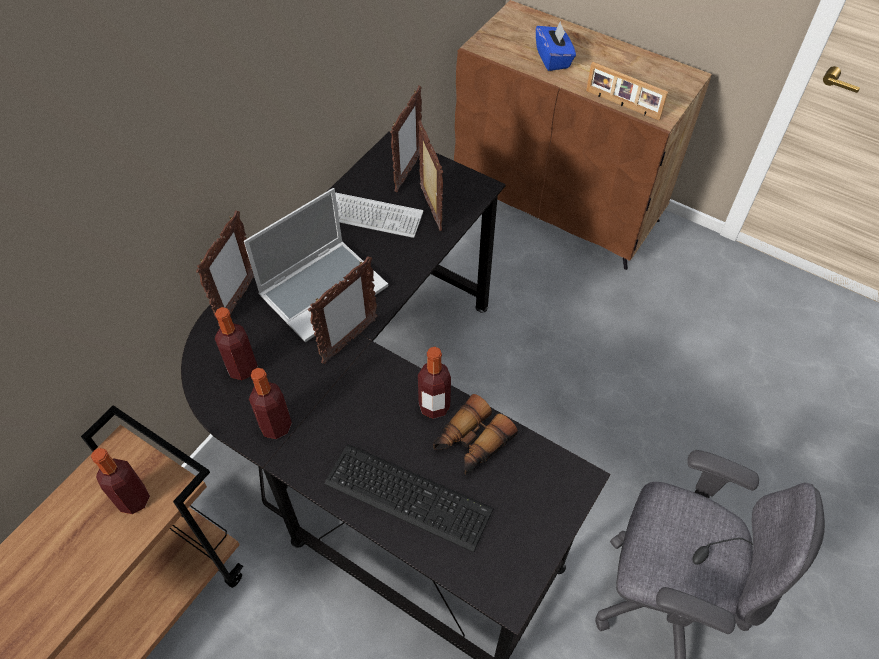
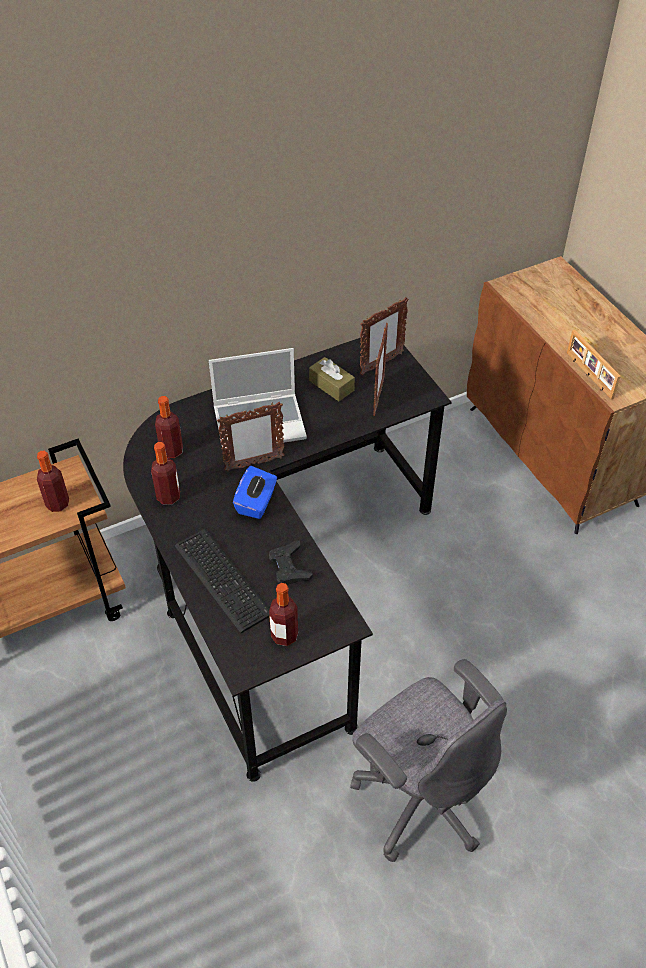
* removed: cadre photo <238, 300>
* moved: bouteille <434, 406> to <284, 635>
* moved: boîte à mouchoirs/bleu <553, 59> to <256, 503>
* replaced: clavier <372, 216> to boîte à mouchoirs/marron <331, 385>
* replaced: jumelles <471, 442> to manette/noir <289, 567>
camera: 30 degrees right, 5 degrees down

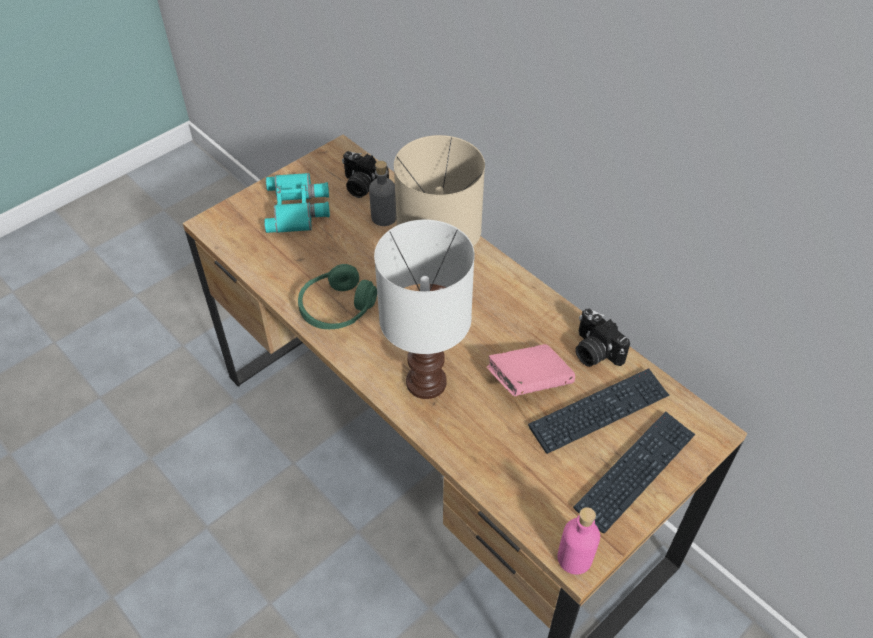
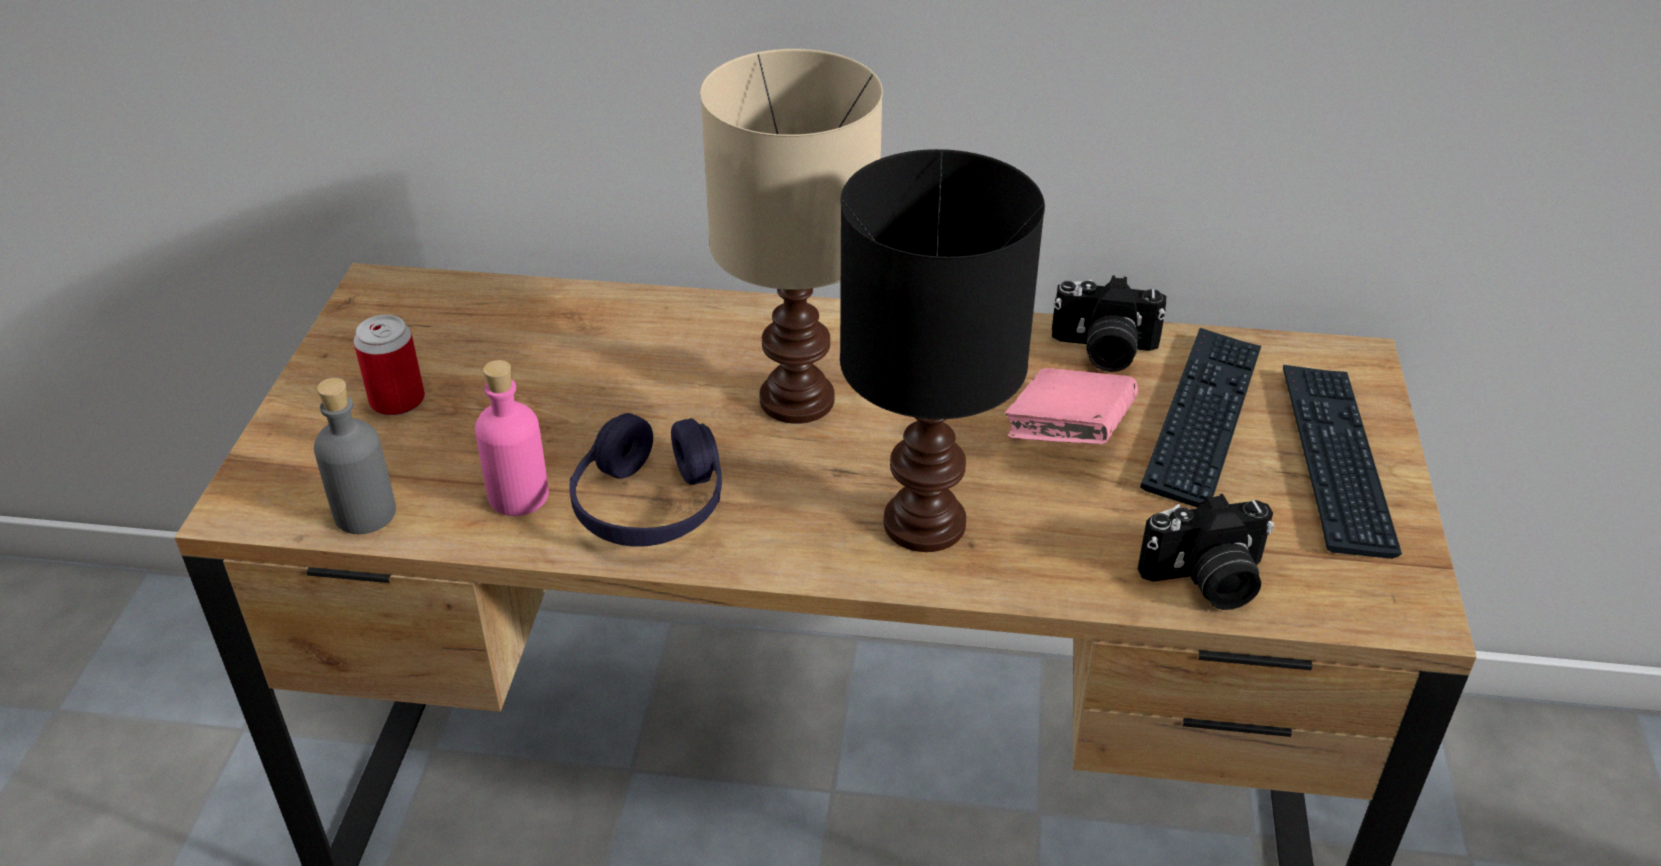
* moved: appareil photo <362, 187> to <1207, 581>
* moved: bouteille/gris <384, 217> to <365, 513>
* moved: bouteille/rose <574, 558> to <519, 495>
* replaced: jumelles/turquoise <298, 208> to boîte métallique <397, 400>
* recoloured: casque audio/vert <337, 308> to casque audio/violet <650, 505>
* recoloured: lampe de table/blanc <427, 383> to lampe de table/noir <927, 524>
camera: 40 degrees left, 10 degrees down

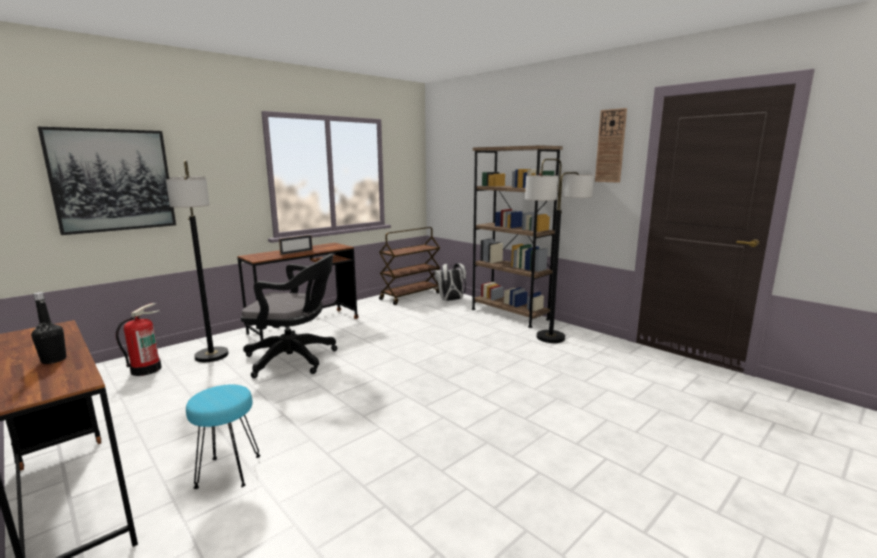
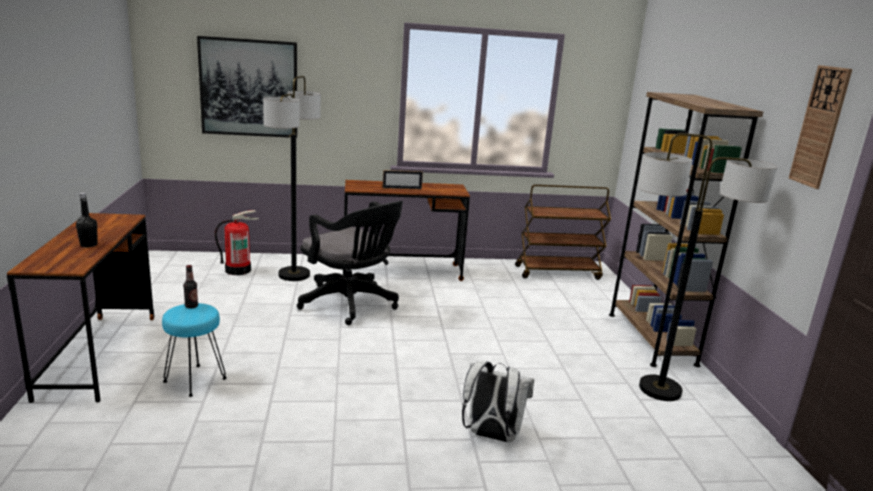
* added: bouteille <191, 306>
* moved: sac à dos/blanc <451, 300> to <491, 436>
camera: 35 degrees right, 5 degrees up

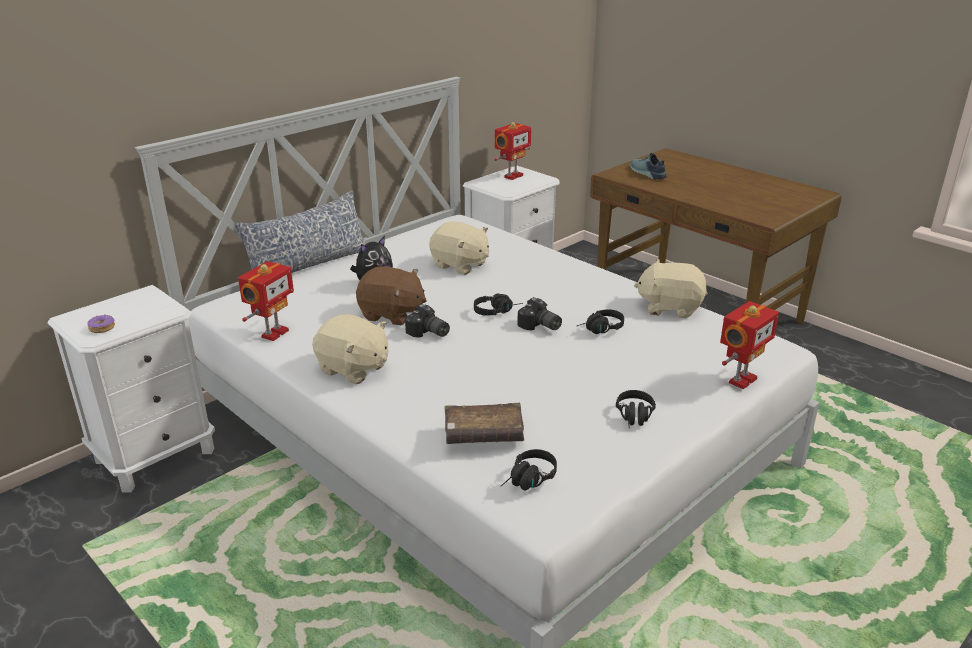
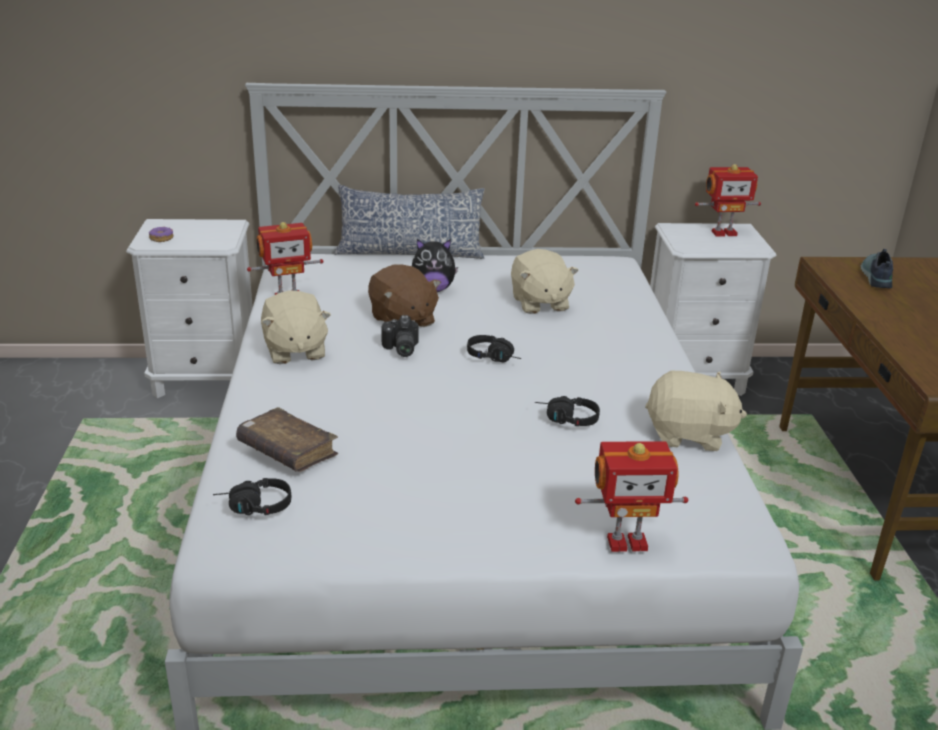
* removed: appareil photo <539, 326>
* removed: casque audio/noir <635, 419>
* turned: peluche/beige <670, 307> = <689, 435> 135 degrees clockwise
camera: 40 degrees right, 0 degrees up

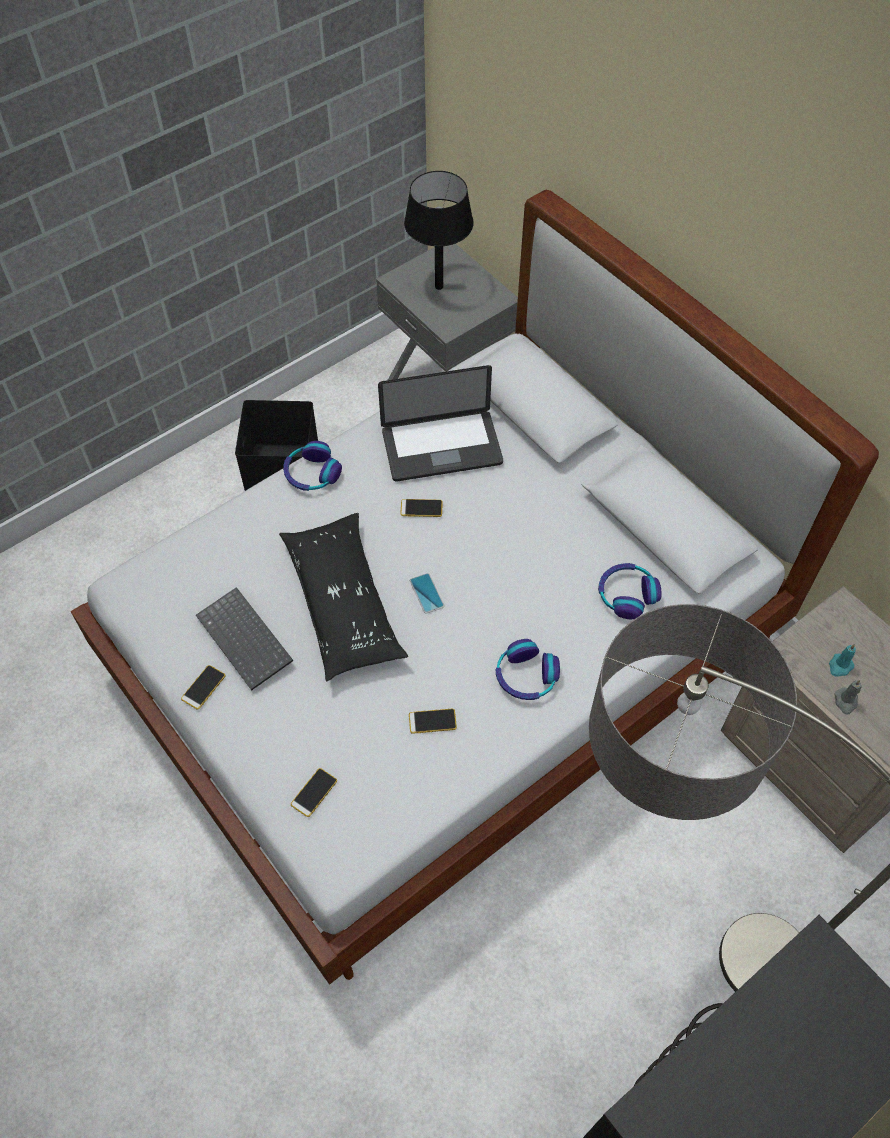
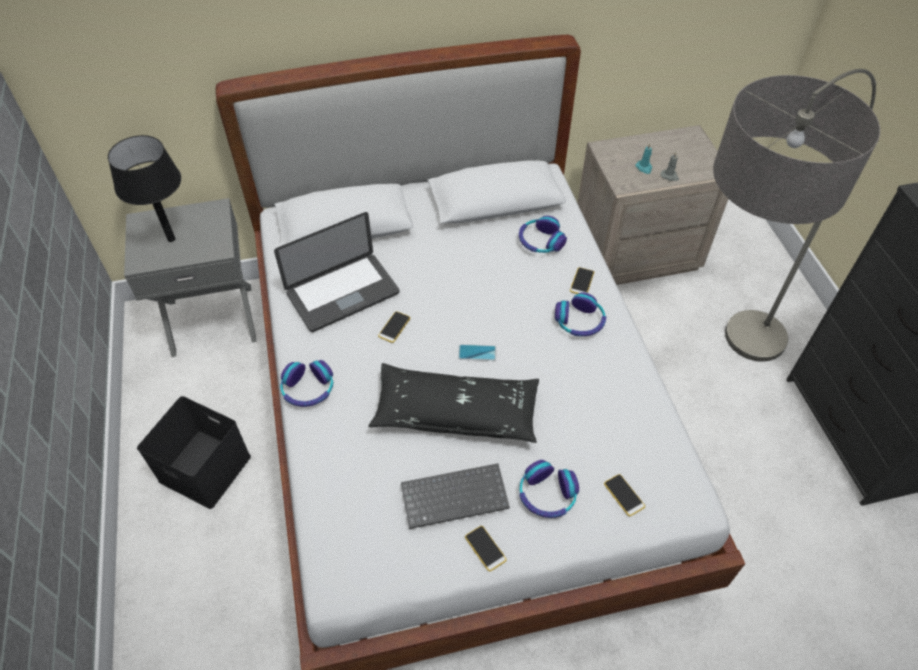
* added: casque audio <547, 495>
* moved: téléphone <432, 721> to <582, 282>
* turned: ordinateur portable <441, 447> = <343, 293> 45 degrees clockwise
camera: 65 degrees left, 5 degrees down

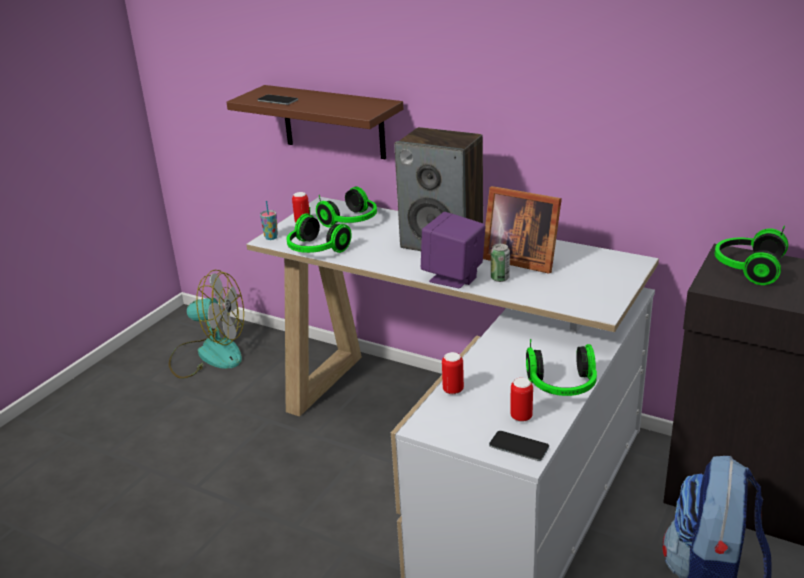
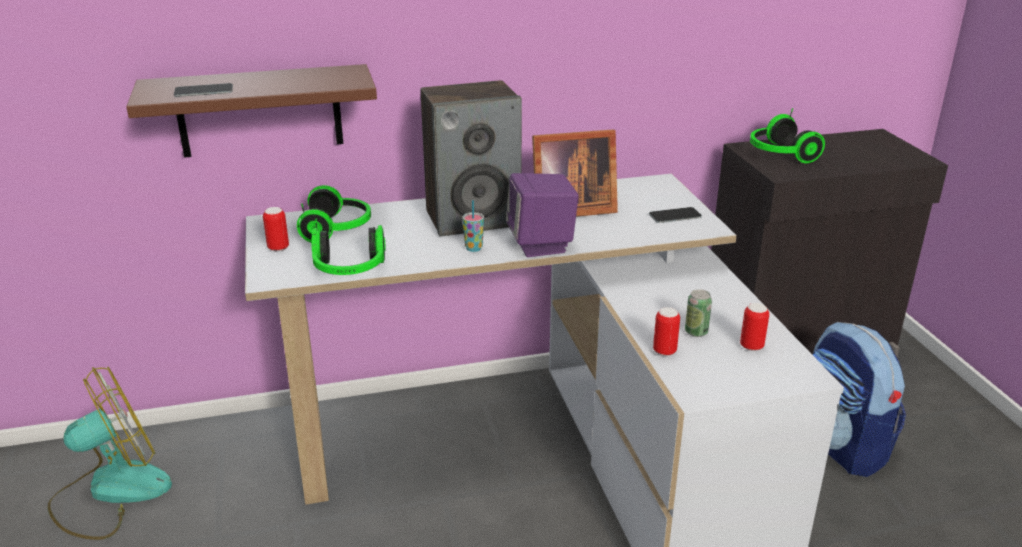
* removed: casque audio <562, 387>
* moved: tasse <271, 237> to <473, 248>
* moved: téléphone <519, 446> to <675, 216>
* moved: boîte métallique <500, 278> to <696, 332>
camera: 45 degrees left, 0 degrees up

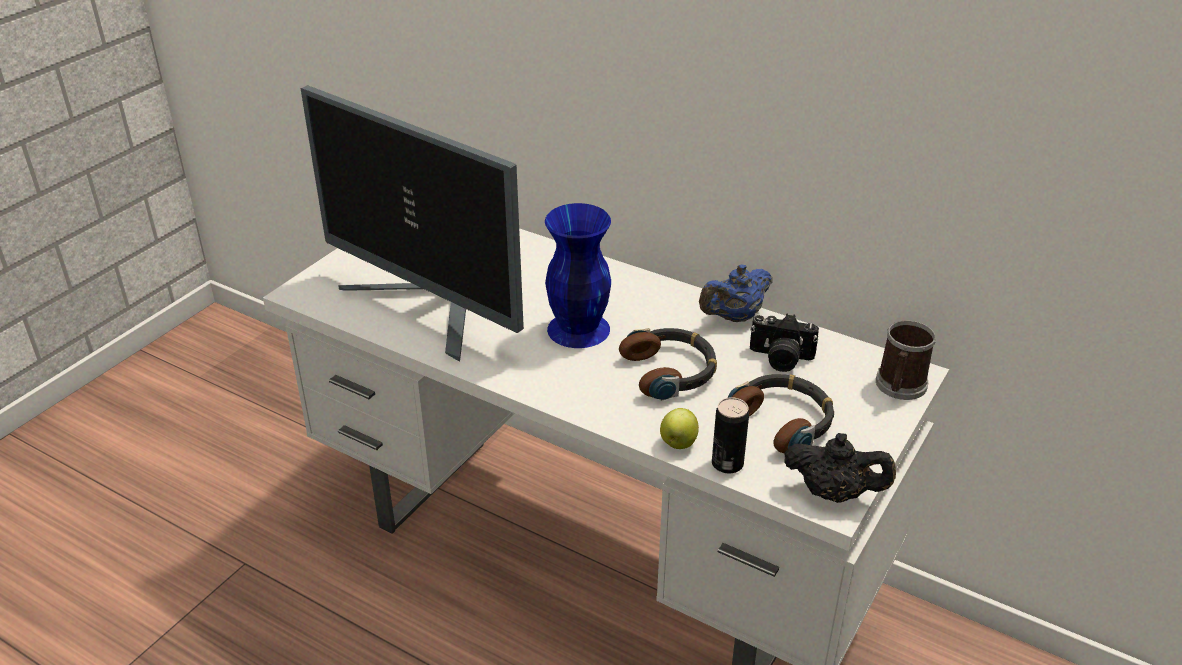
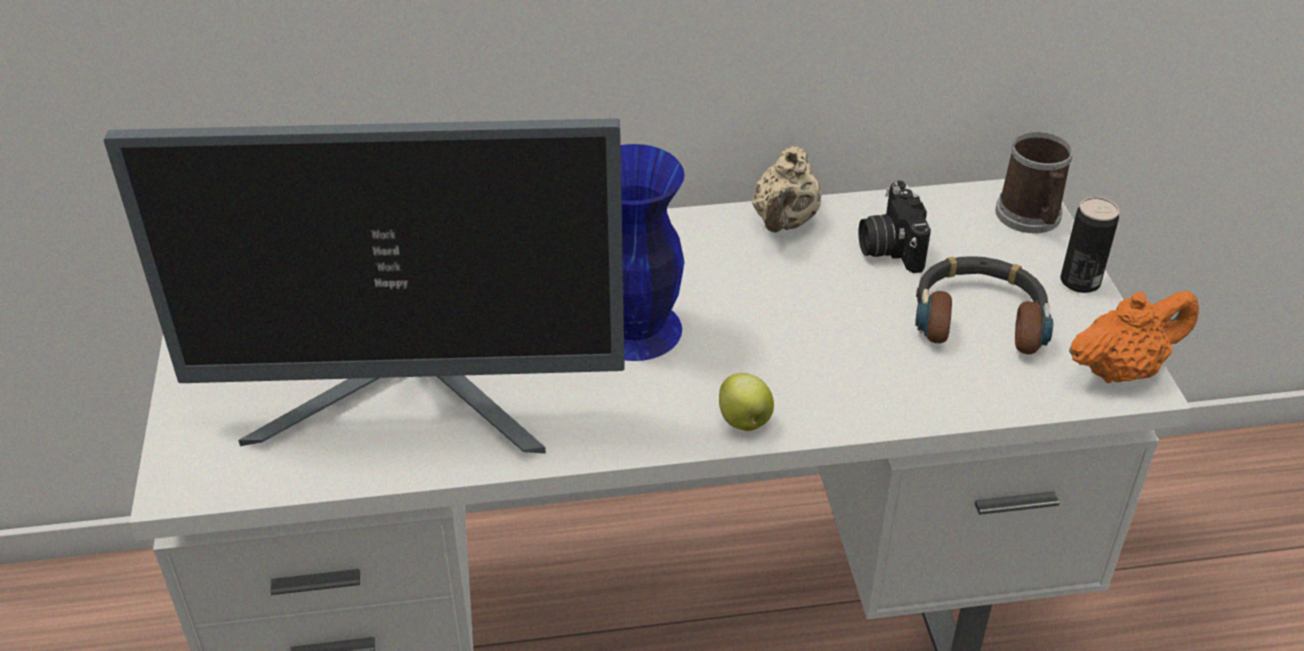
* removed: casque audio <670, 371>
* moved: pomme <678, 443> to <745, 422>
* moved: boîte métallique <727, 464> to <1080, 282>
* recoloured: théière/bleu <734, 317> to théière/beige <784, 223>
* recoloured: théière/noir <834, 493> to théière/orange <1121, 370>
* turned: appareil photo <780, 359> = <889, 247> 105 degrees clockwise
camera: 40 degrees left, 5 degrees up

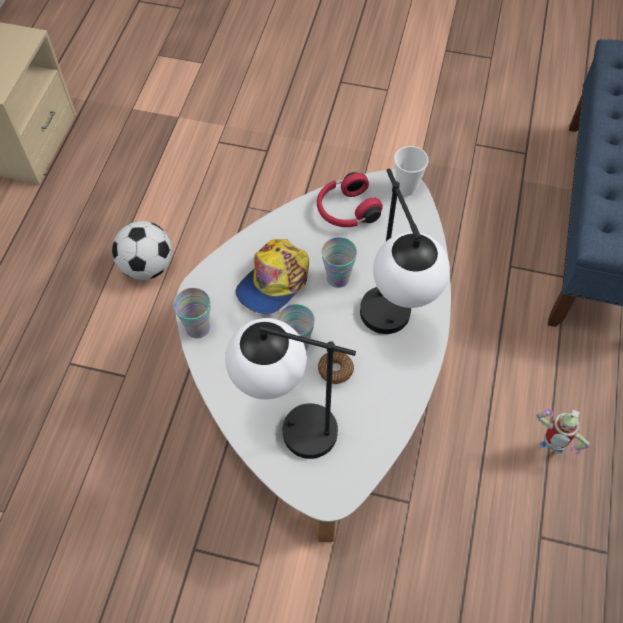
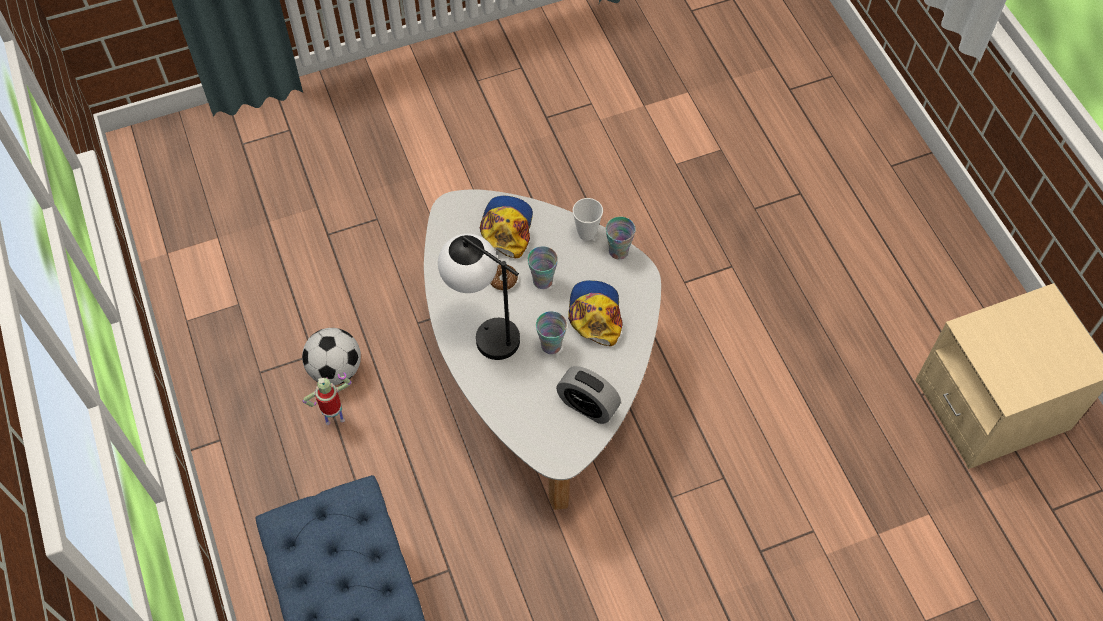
* moved: ballon de foot <147, 266> to <335, 370>
* moved: tasse <406, 188> to <586, 233>
* replaced: lampe de table <287, 426> to casquette <507, 228>
* replaced: casque audio/rouge <346, 211> to réveil <587, 405>
camera: 145 degrees right, 0 degrees up

